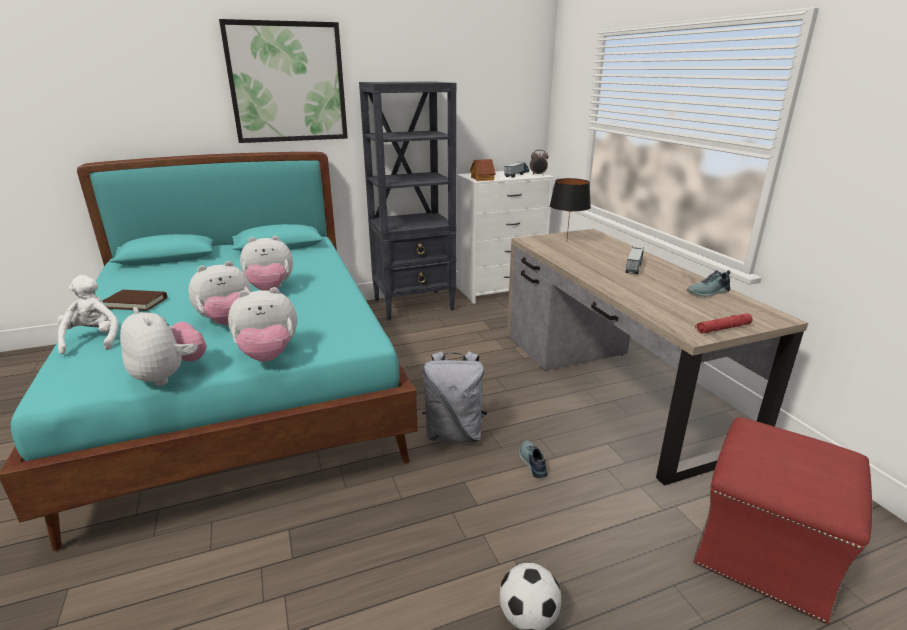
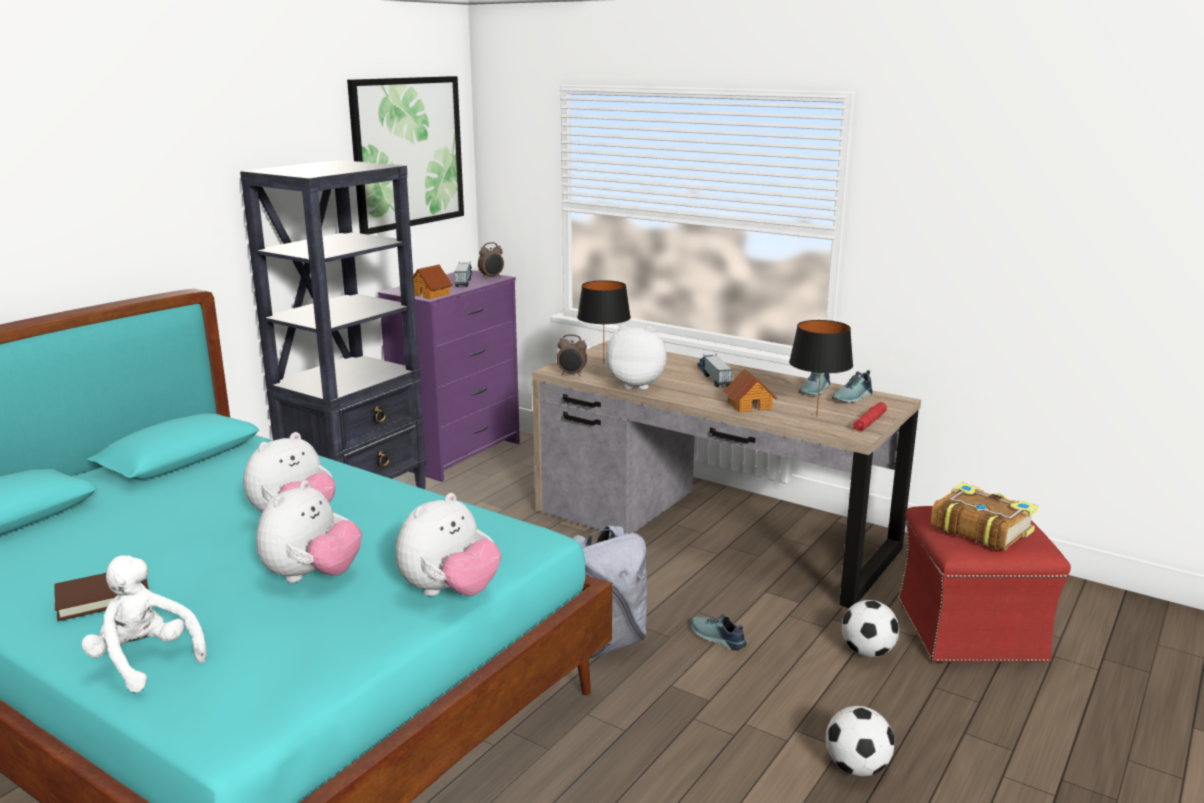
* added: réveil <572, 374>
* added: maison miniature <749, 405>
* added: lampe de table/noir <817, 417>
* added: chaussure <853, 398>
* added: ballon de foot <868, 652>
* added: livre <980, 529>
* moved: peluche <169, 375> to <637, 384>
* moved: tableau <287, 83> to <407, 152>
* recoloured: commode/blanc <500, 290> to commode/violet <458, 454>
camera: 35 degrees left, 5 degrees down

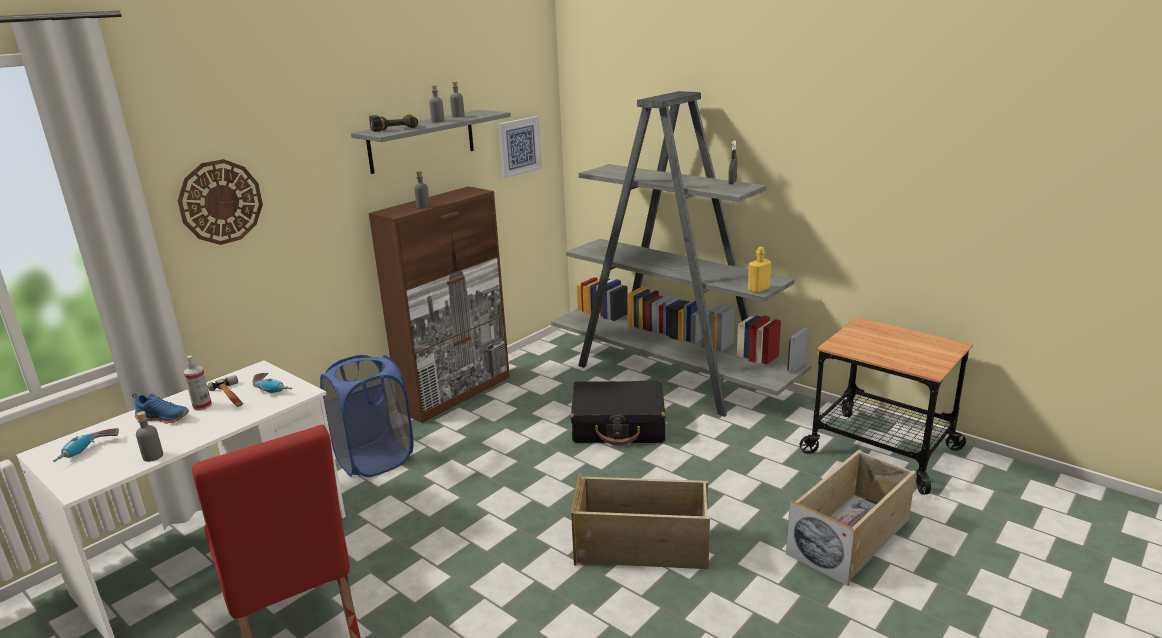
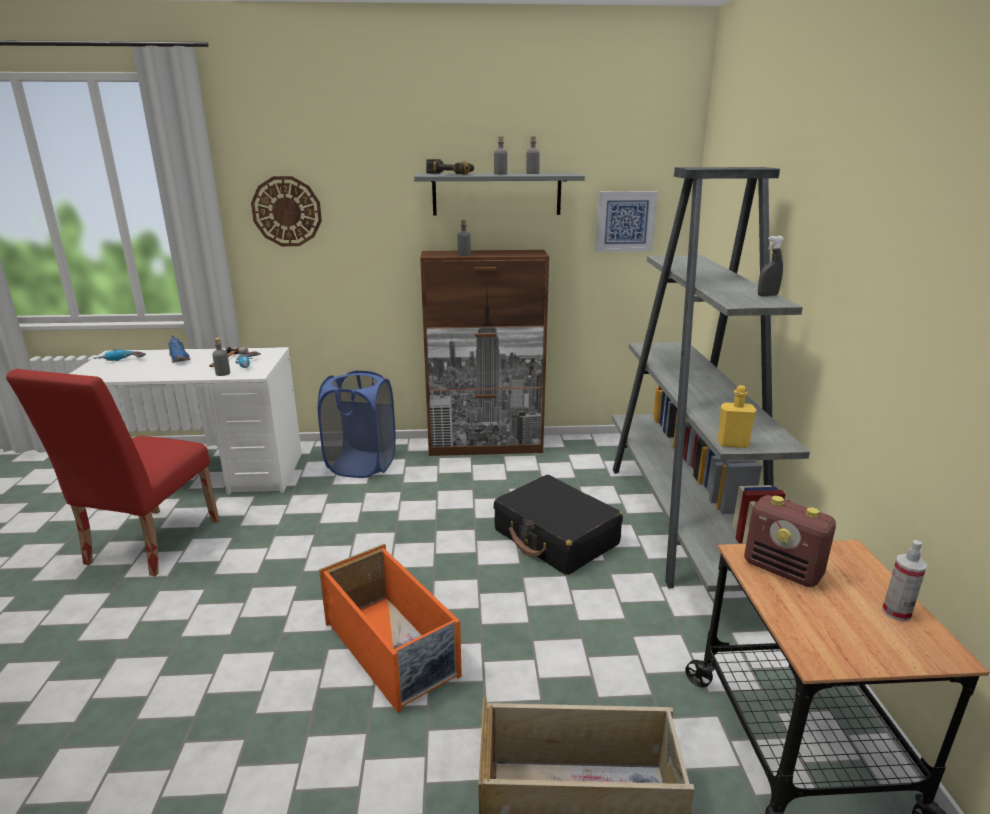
* added: radio <783, 570>
* moved: bouteille/gris <153, 456> to <223, 373>
* moved: vaporisateur <202, 406> to <896, 612>
* recoloured: boîte de rangement/beige <643, 546> to boîte de rangement/orange <392, 649>
camera: 45 degrees right, 0 degrees up

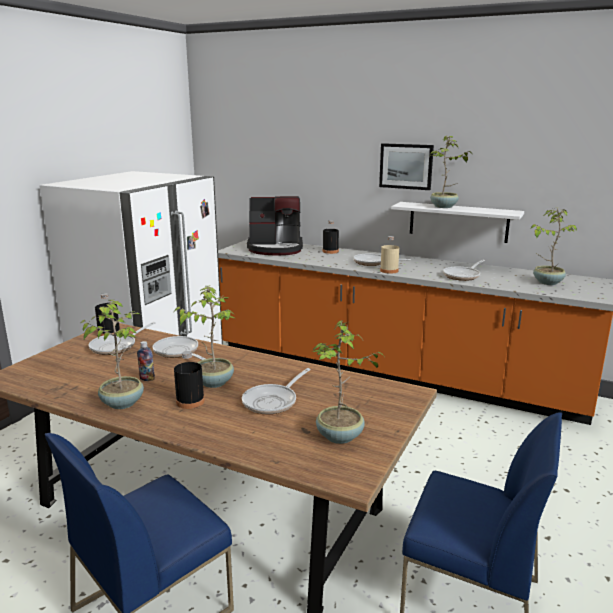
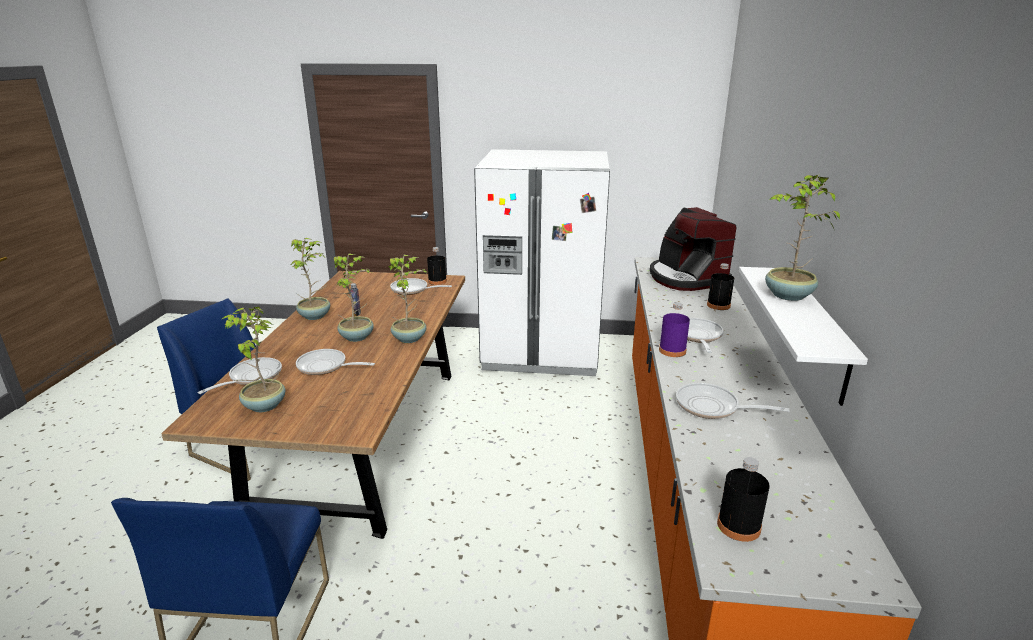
* removed: tableau <406, 166>
* moved: poêle <178, 352> to <252, 377>
* moved: bouteille/noir <190, 401> to <738, 526>
* moved: plante en pot <547, 282> to <410, 338>
* recoloured: bouteille/beige <389, 271> to bouteille/violet <672, 351>
camera: 70 degrees right, 5 degrees up

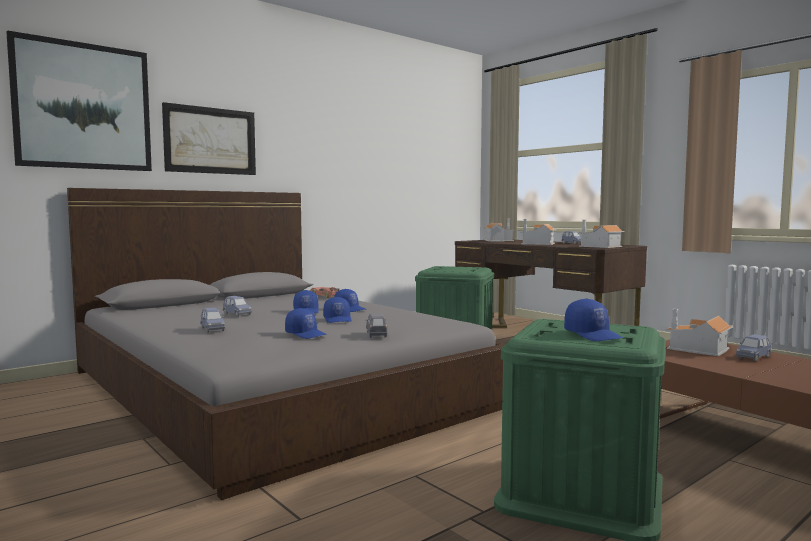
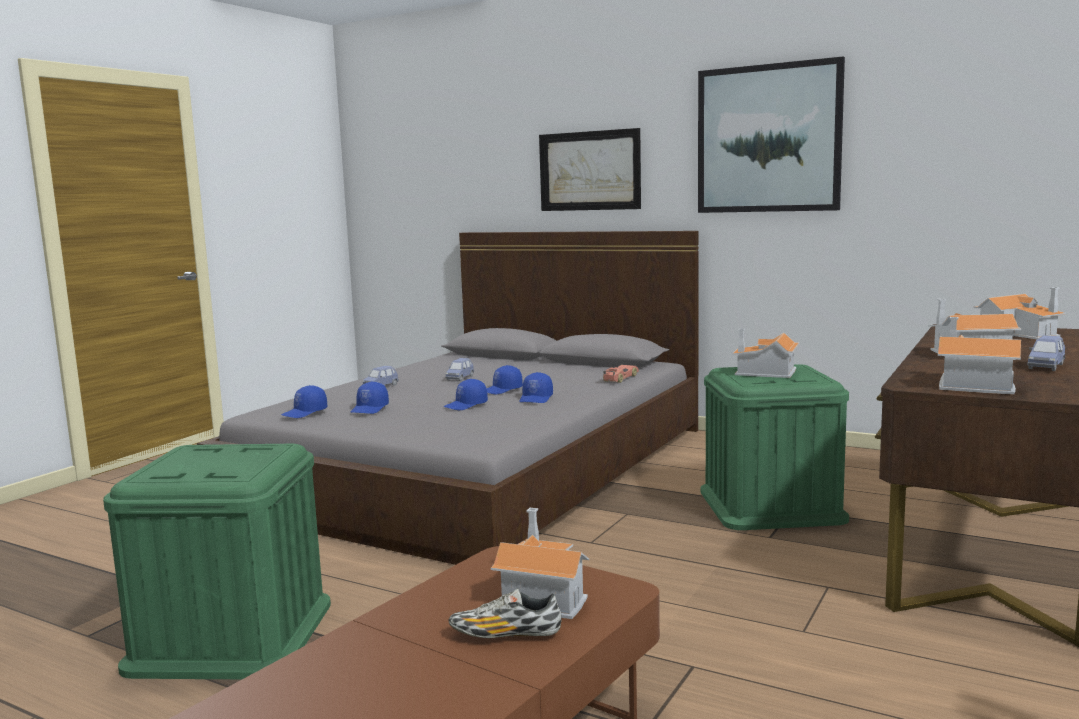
* removed: petite voiture/gris <376, 334>
* added: maison miniature <767, 372>
* moved: tableau <83, 106> to <768, 139>
* moved: casquette/bleu <593, 335> to <305, 413>
* replaced: petite voiture/bleu <753, 357> to chaussure <505, 635>
camera: 70 degrees right, 5 degrees up

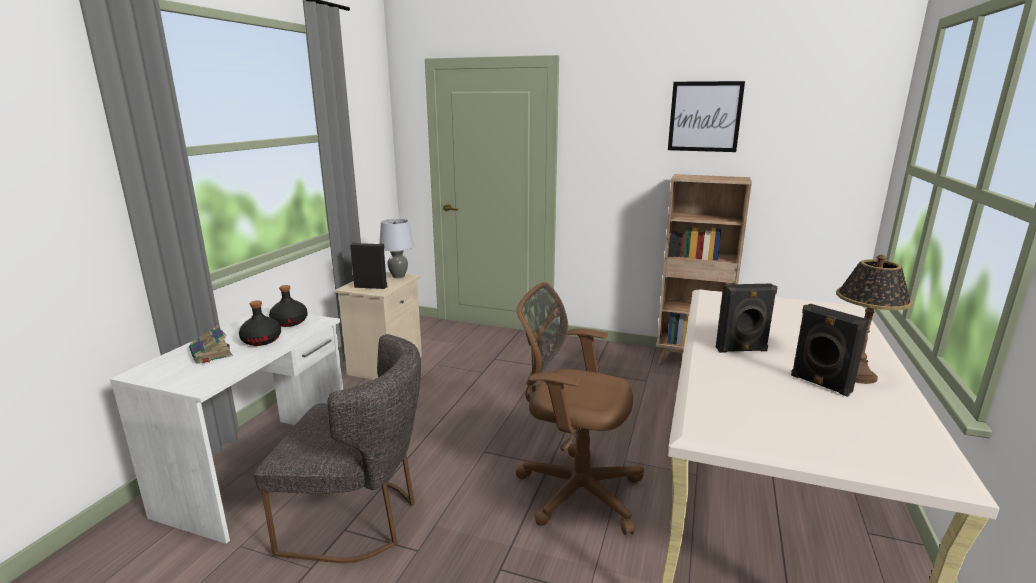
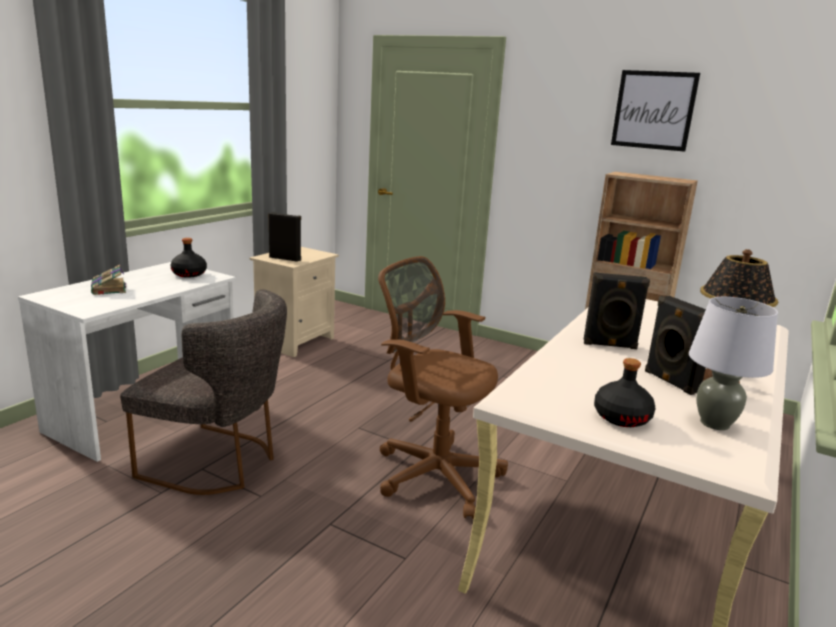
* moved: bouteille/noir <261, 340> to <621, 417>
* moved: lampe de table/gris <398, 276> to <714, 423>
camera: 10 degrees right, 0 degrees up

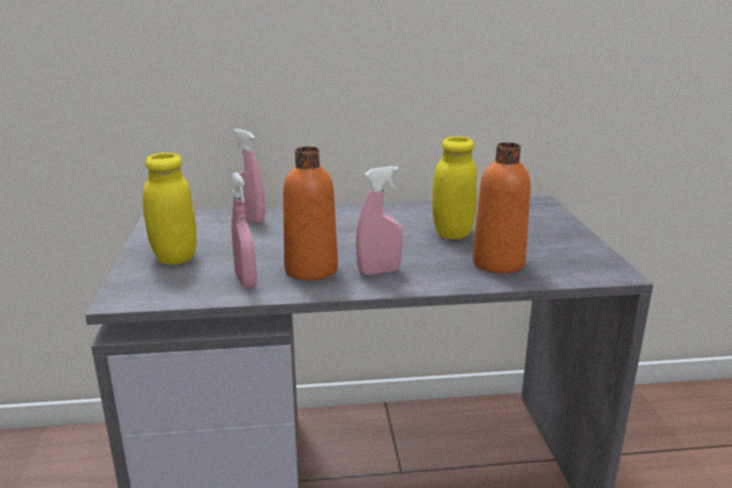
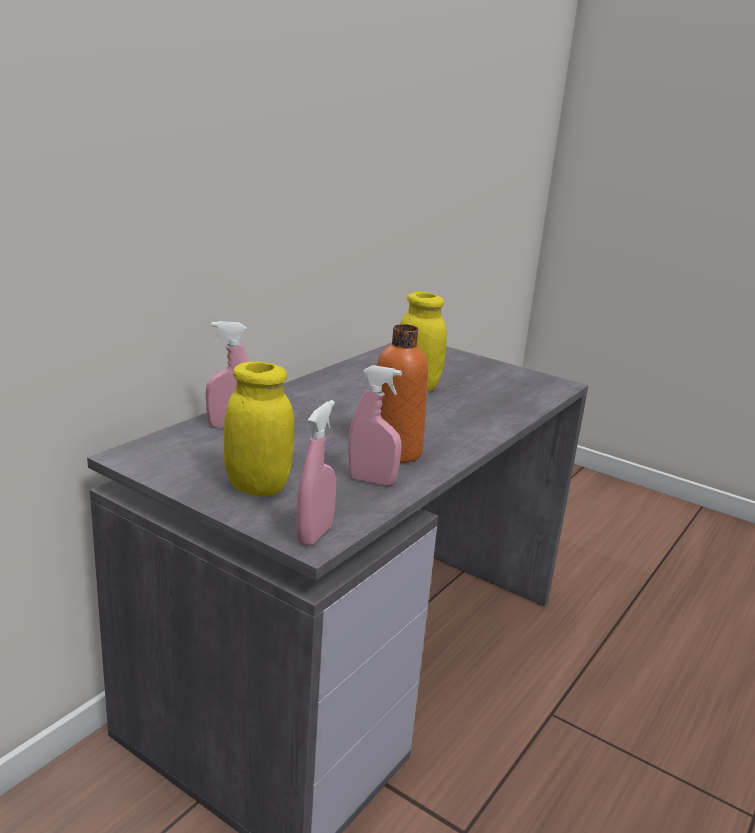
* removed: bouteille/orange <498, 263>
* moved: vaporisateur/rose <379, 272> to <315, 535>
camera: 50 degrees left, 0 degrees up

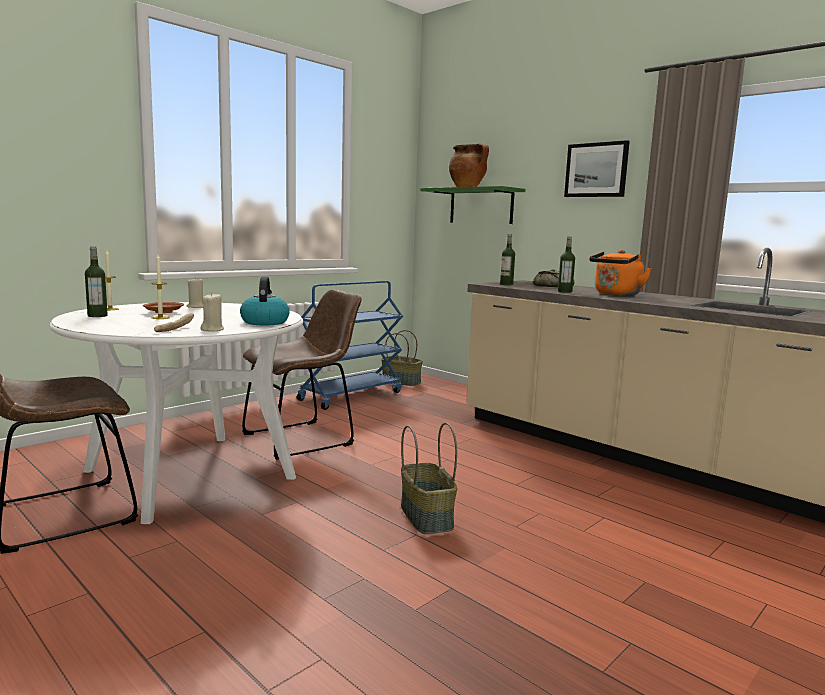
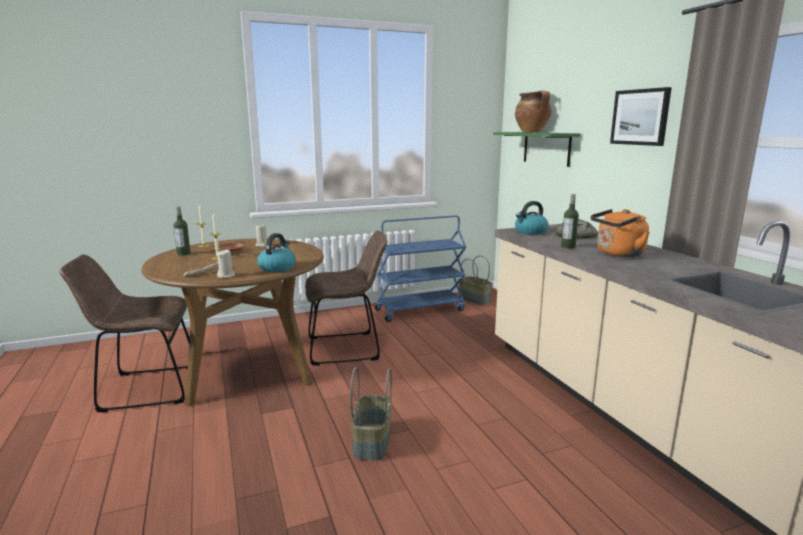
* replaced: bouteille <506, 284> to bouilloire <530, 232>
* recoloured: table à manger/blanc <190, 474> to table à manger/marron <247, 368>
camera: 25 degrees right, 5 degrees up

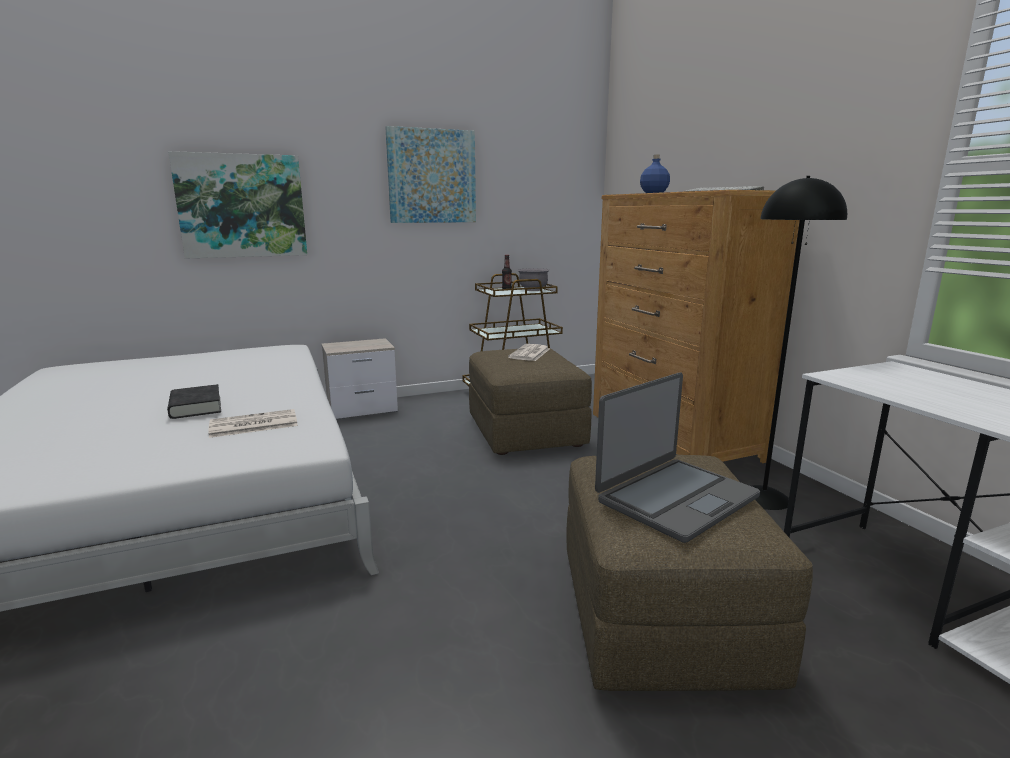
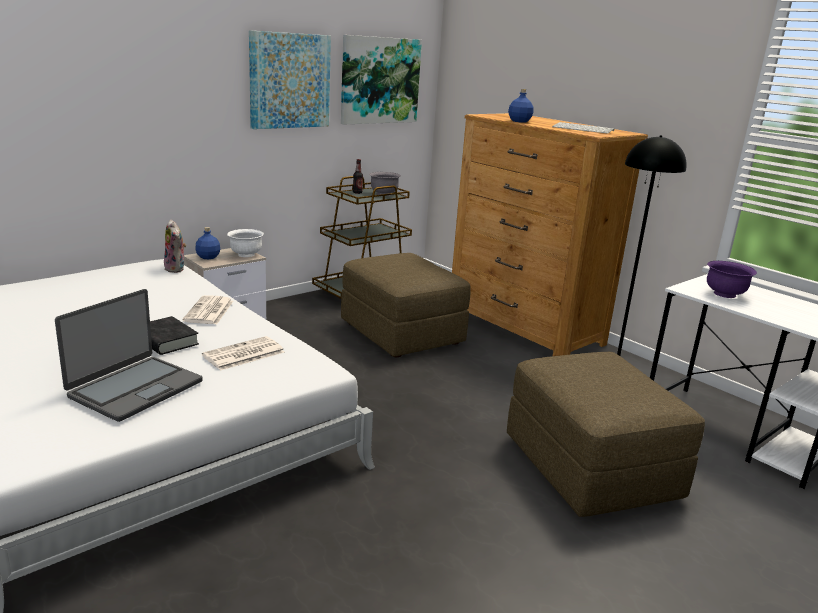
* added: peluche <176, 269>
* added: bouteille/bleu <208, 257>
* added: bol/blanc <246, 254>
* added: bol/violet <725, 294>
* moved: tableau <242, 206> to <380, 80>
* moved: journal <530, 353> to <209, 311>
* moved: ordinateur portable <675, 498> to <135, 389>
camera: 20 degrees left, 5 degrees up

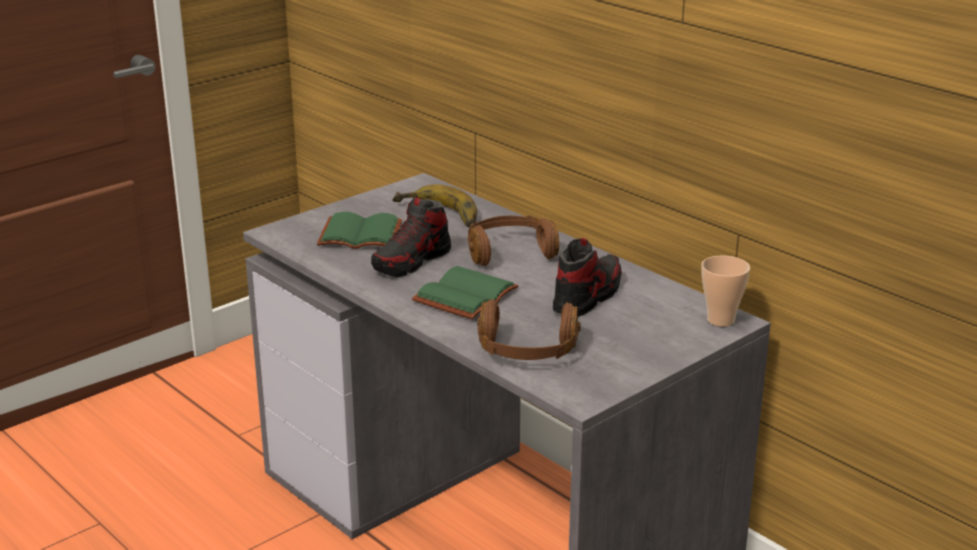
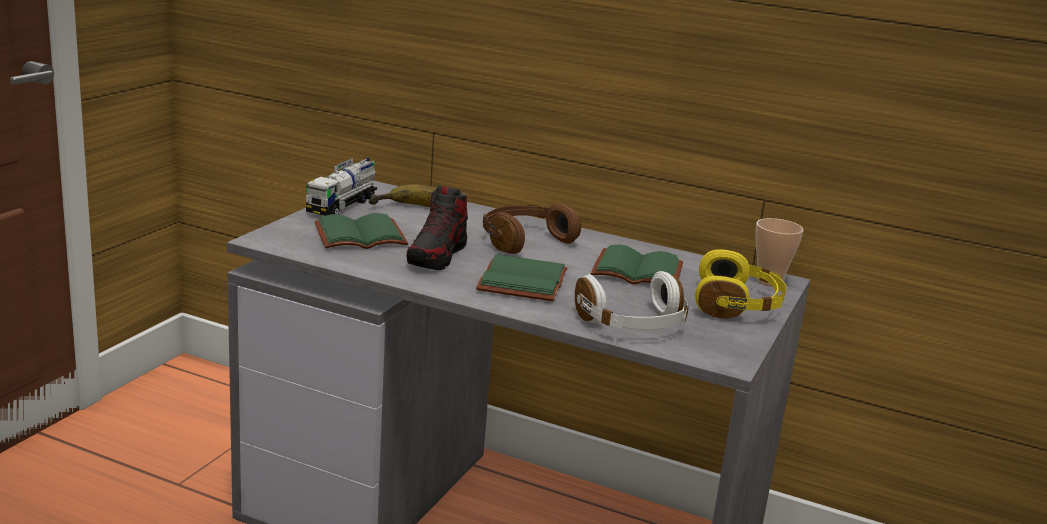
* added: camion jouet <342, 205>
* added: casque audio/jaune <737, 304>
* replaced: chaussure <587, 296> to livre/vert <635, 272>
* recoloured: casque audio/marron <527, 351> to casque audio/blanc <633, 325>
camera: 25 degrees left, 5 degrees down

